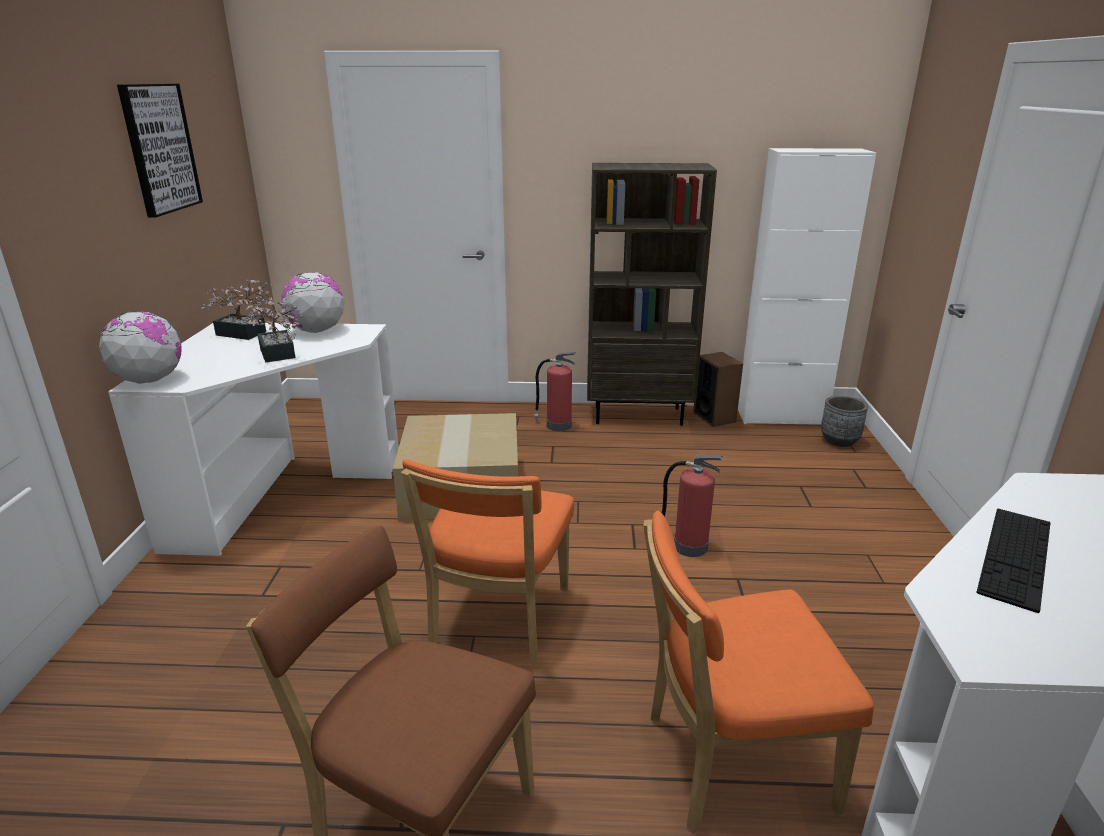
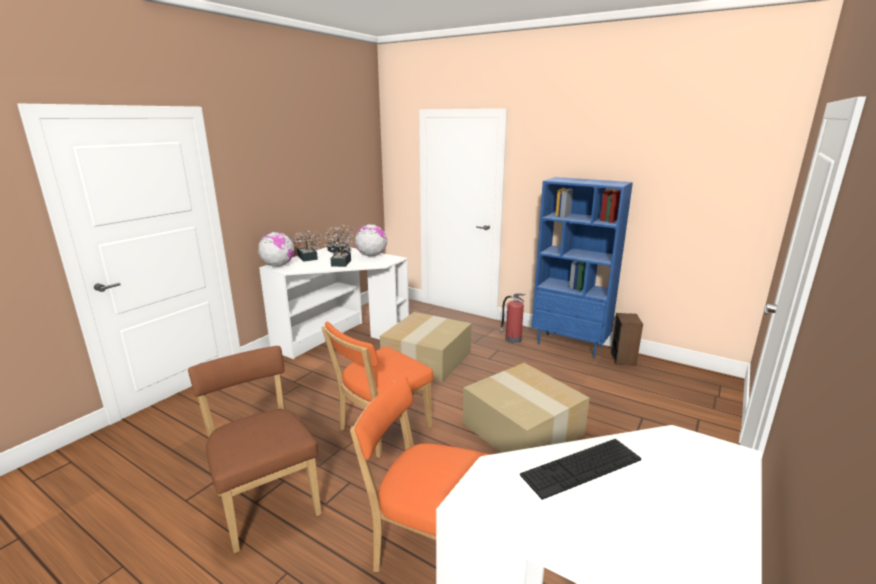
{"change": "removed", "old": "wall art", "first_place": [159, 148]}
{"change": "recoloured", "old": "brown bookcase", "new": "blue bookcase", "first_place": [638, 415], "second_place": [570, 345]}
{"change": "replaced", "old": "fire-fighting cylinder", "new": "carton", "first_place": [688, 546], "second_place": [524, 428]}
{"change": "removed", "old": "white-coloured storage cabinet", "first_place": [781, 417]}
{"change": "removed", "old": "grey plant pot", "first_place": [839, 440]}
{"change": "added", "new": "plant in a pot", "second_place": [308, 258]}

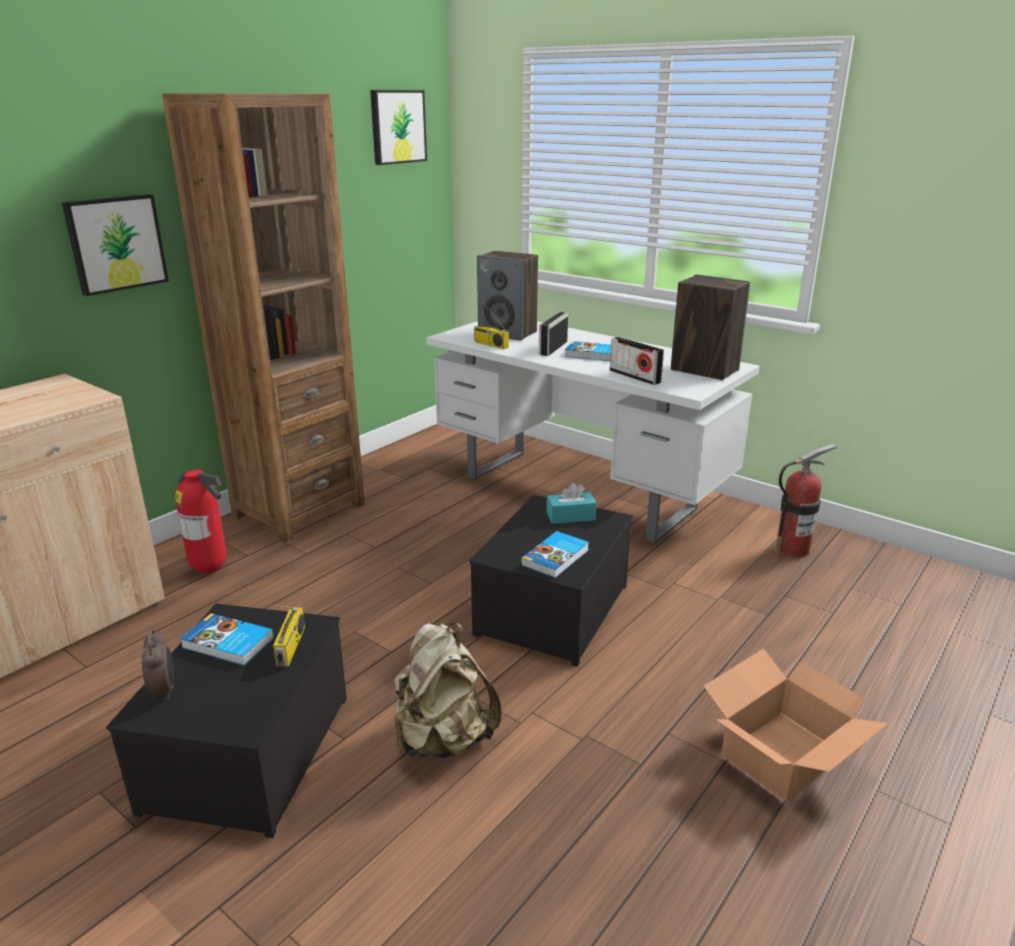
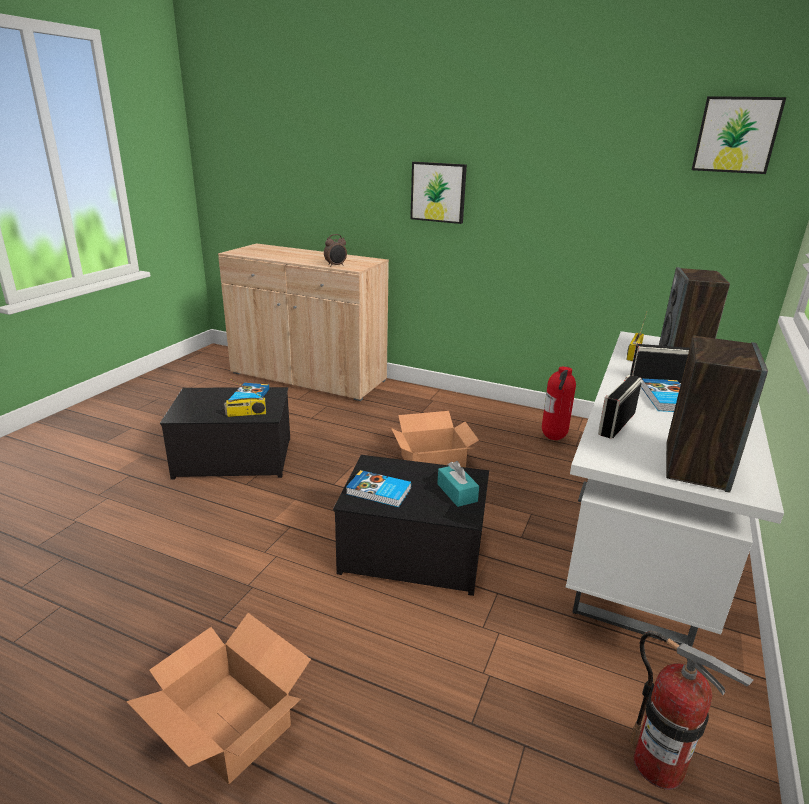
{"change": "moved", "old": "bedside clock", "first_place": [164, 690], "second_place": [336, 266]}
{"change": "removed", "old": "brown bookcase", "first_place": [299, 510]}
{"change": "moved", "old": "fire-fighting cylinder", "first_place": [211, 570], "second_place": [554, 438]}
{"change": "removed", "old": "beige knapsack", "first_place": [443, 739]}
{"change": "added", "new": "carton", "second_place": [431, 462]}

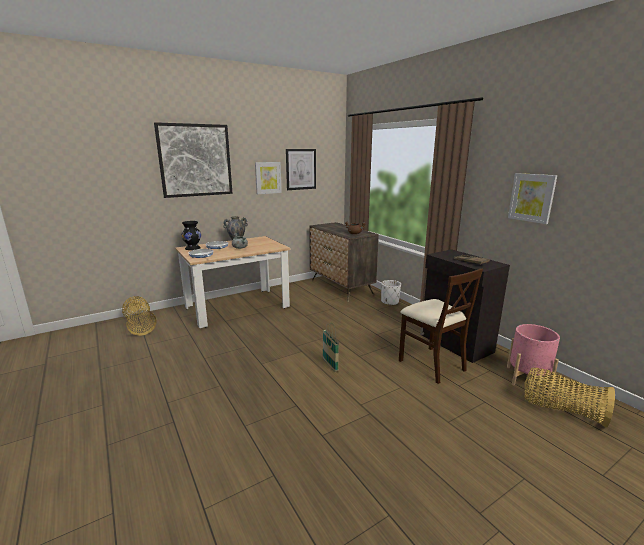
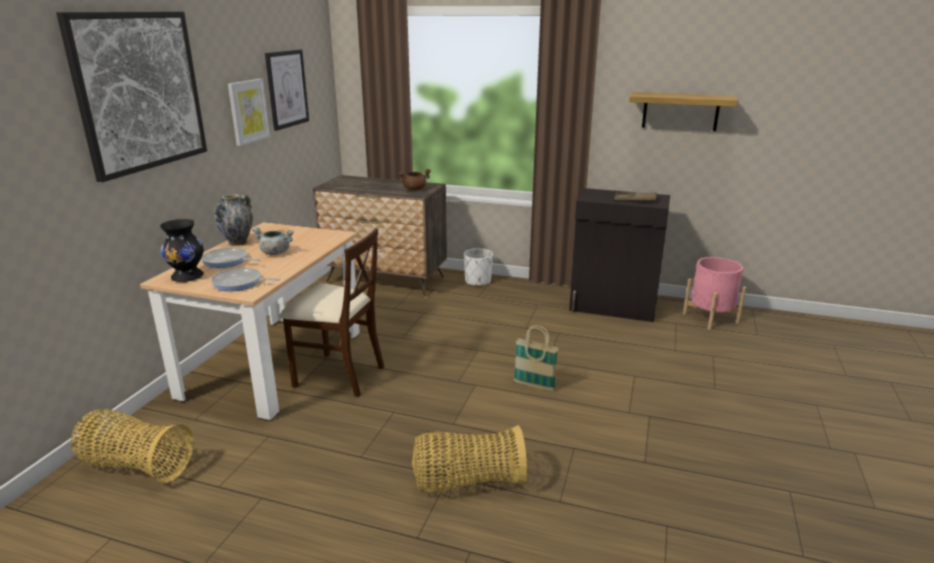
{"change": "moved", "old": "beige upright chair", "first_place": [431, 364], "second_place": [338, 375]}
{"change": "replaced", "old": "wall art", "new": "bracket shelf", "first_place": [532, 197], "second_place": [680, 111]}
{"change": "moved", "old": "basket", "first_place": [561, 410], "second_place": [467, 482]}

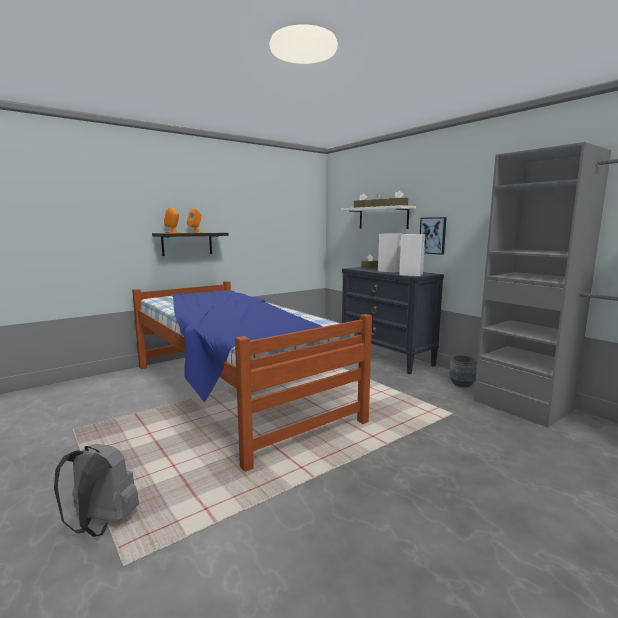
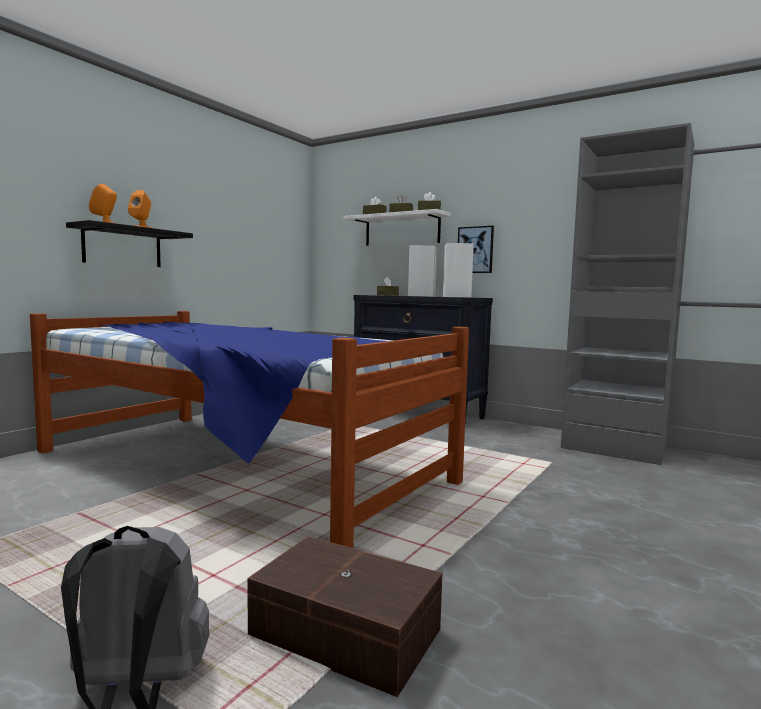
{"change": "removed", "old": "grey plant pot", "first_place": [462, 384]}
{"change": "added", "new": "brown storage box", "second_place": [345, 635]}

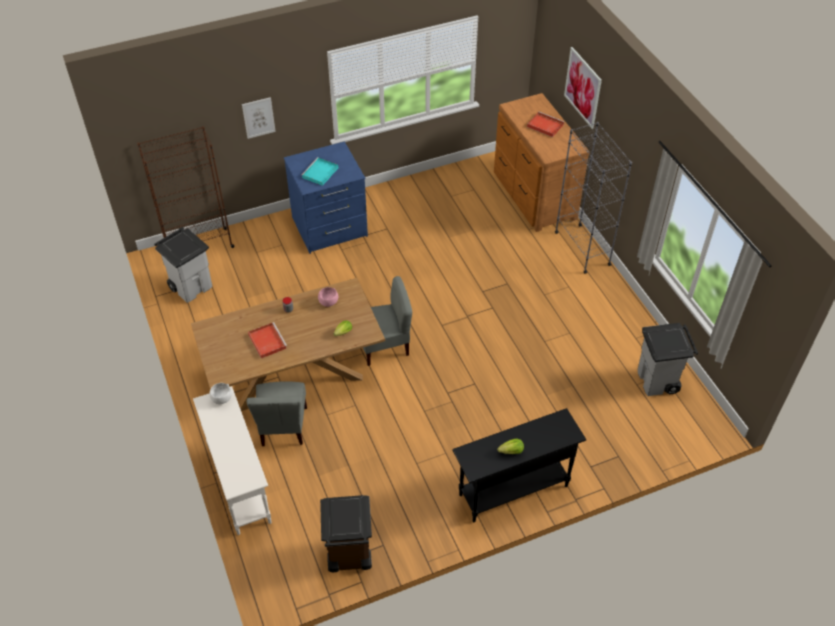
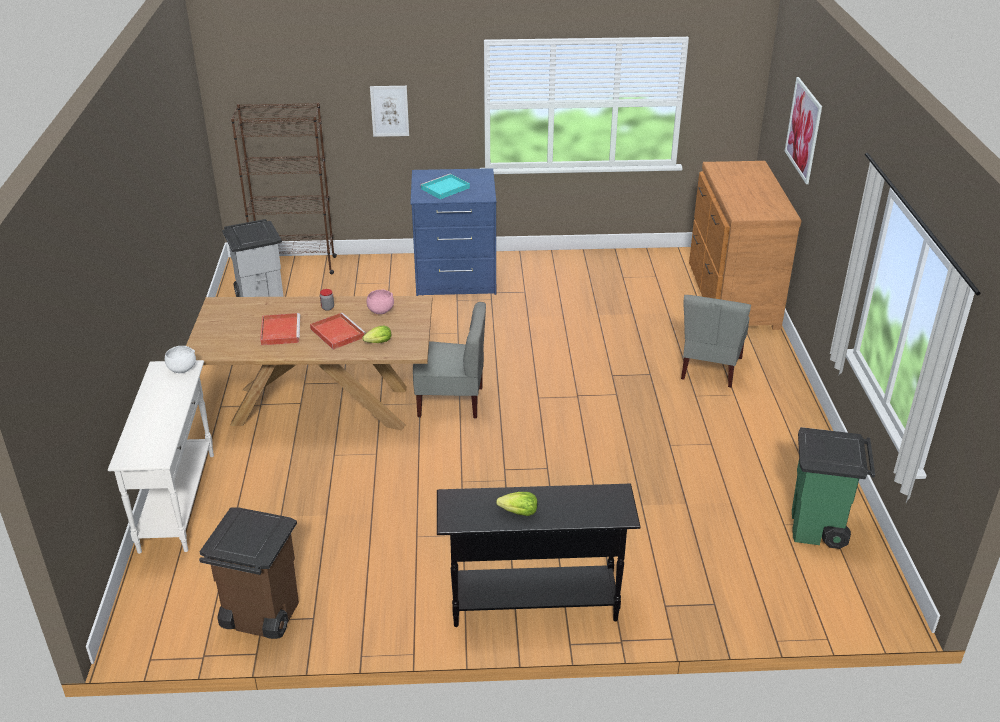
{"change": "moved", "old": "grey upright chair", "first_place": [283, 427], "second_place": [710, 368]}
{"change": "moved", "old": "red-coloured carrying tray", "first_place": [544, 125], "second_place": [336, 333]}
{"change": "removed", "old": "grey bookcase", "first_place": [582, 248]}
{"change": "recoloured", "old": "grey waste bin", "new": "green-coloured waste bin", "first_place": [657, 381], "second_place": [818, 528]}

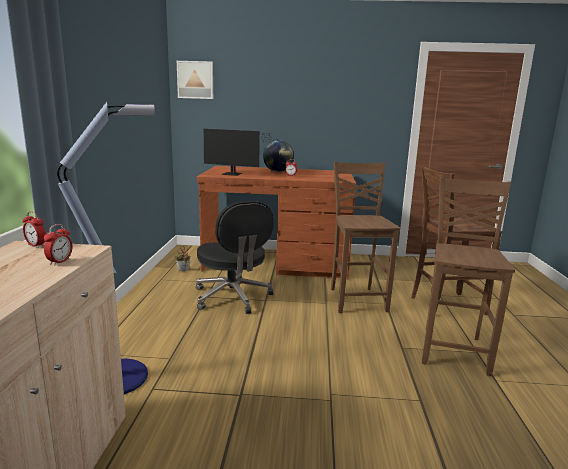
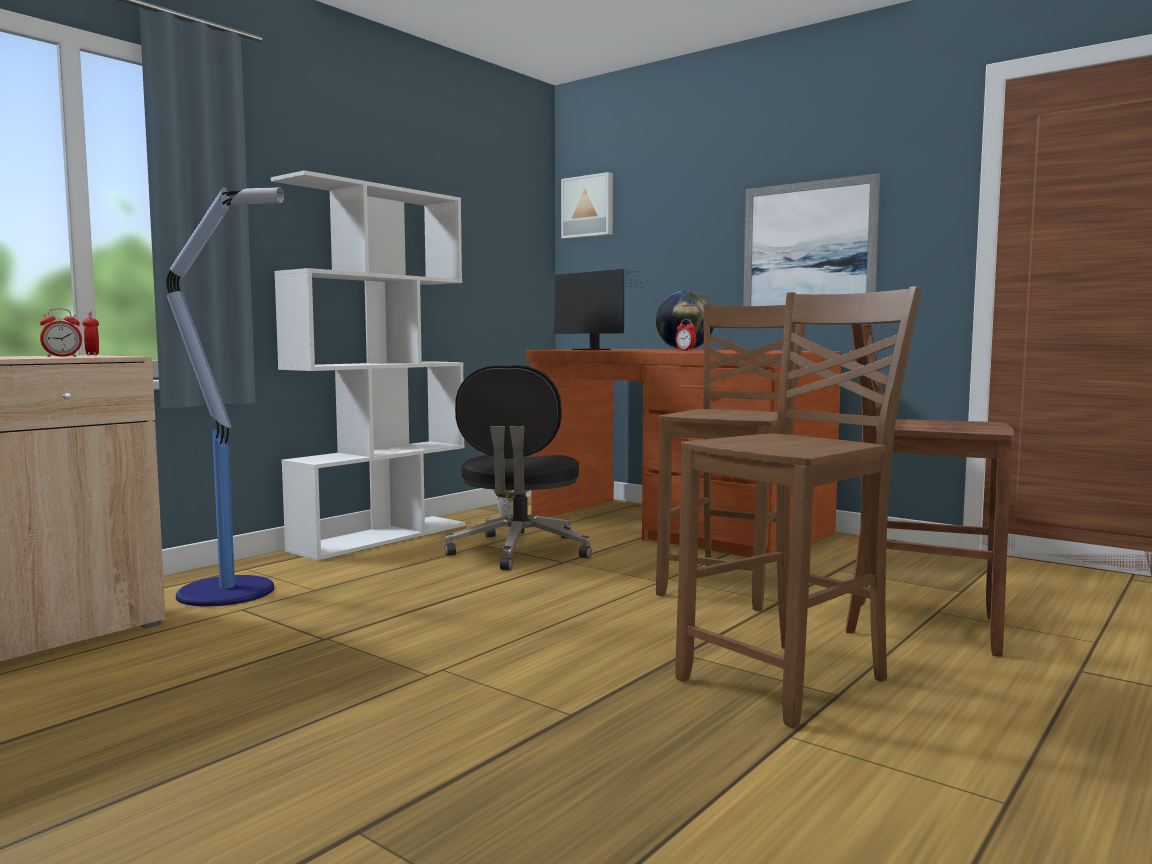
{"change": "added", "new": "white-coloured bookcase", "second_place": [381, 537]}
{"change": "added", "new": "wall art", "second_place": [808, 253]}

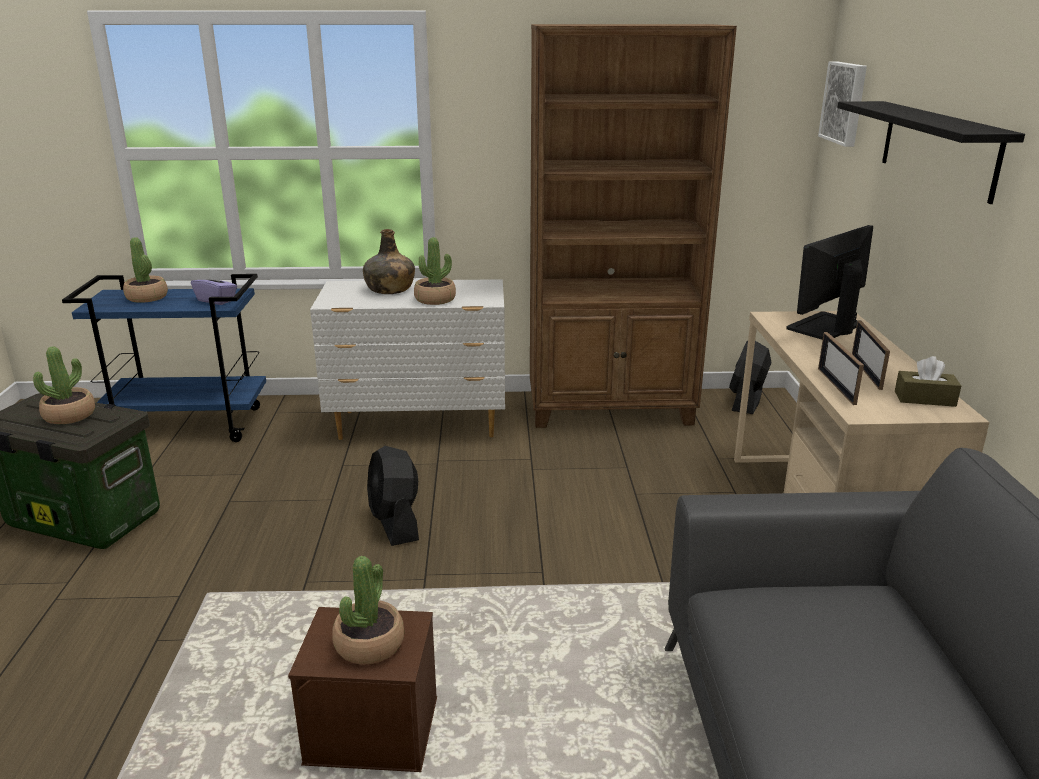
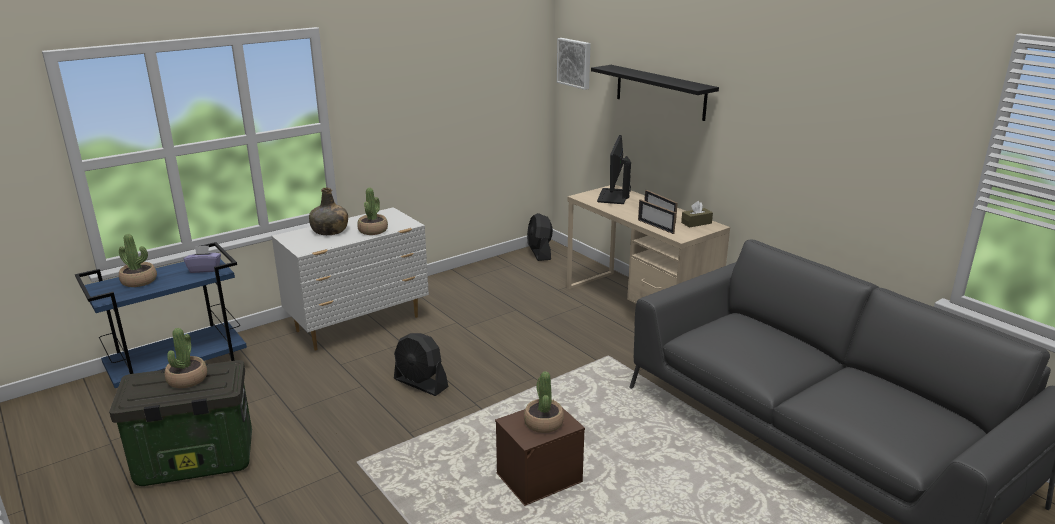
{"change": "removed", "old": "brown bookcase", "first_place": [611, 410]}

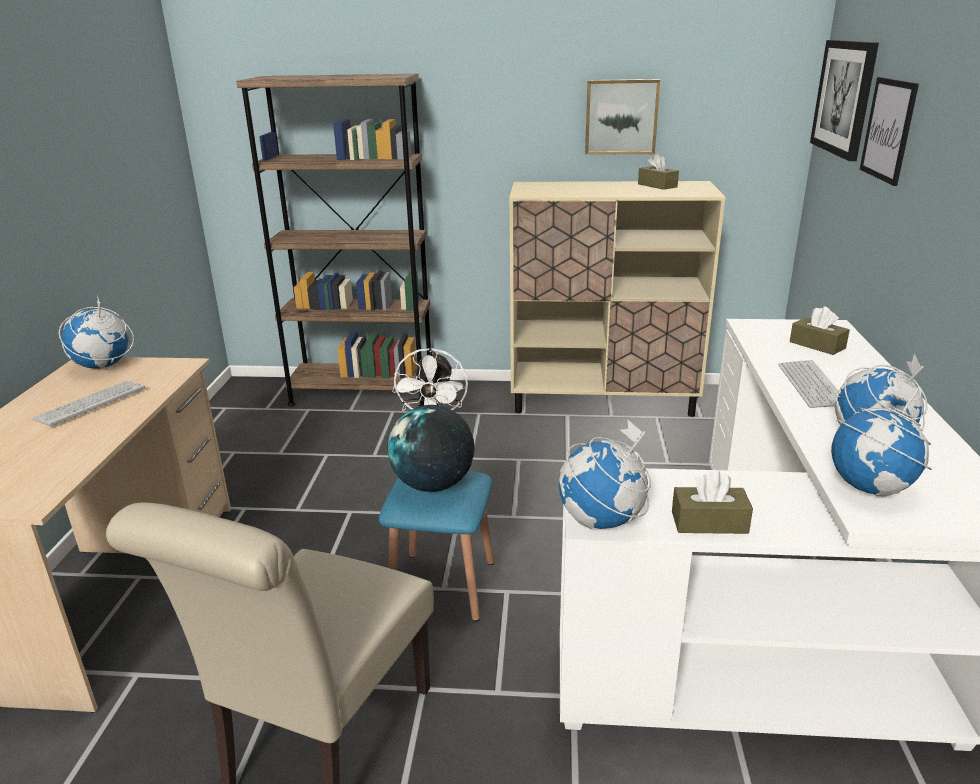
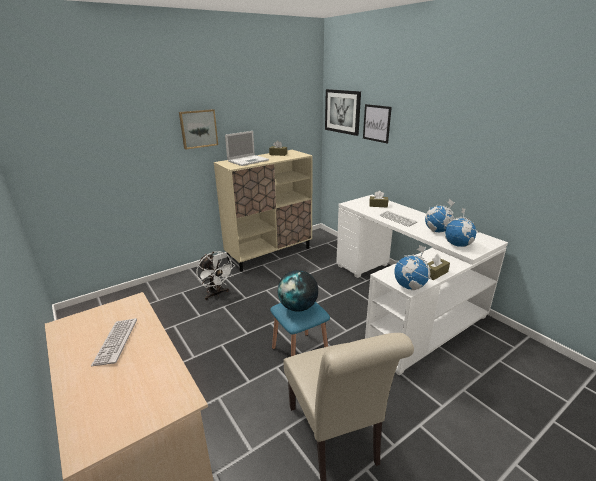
{"change": "removed", "old": "globe", "first_place": [103, 366]}
{"change": "removed", "old": "brown bookcase", "first_place": [362, 393]}
{"change": "moved", "old": "wall art", "first_place": [621, 117], "second_place": [198, 128]}
{"change": "added", "new": "laptop", "second_place": [248, 160]}

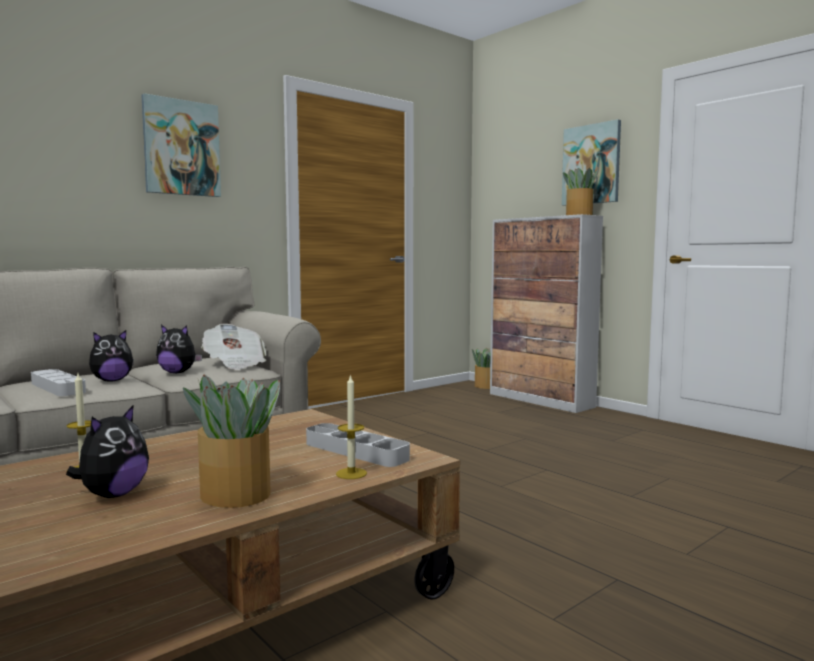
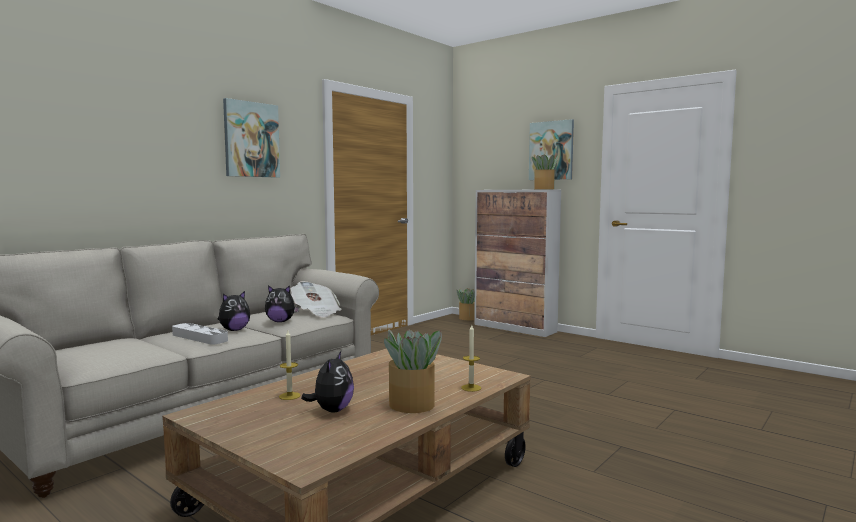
{"change": "removed", "old": "grey carrying tray", "first_place": [356, 451]}

